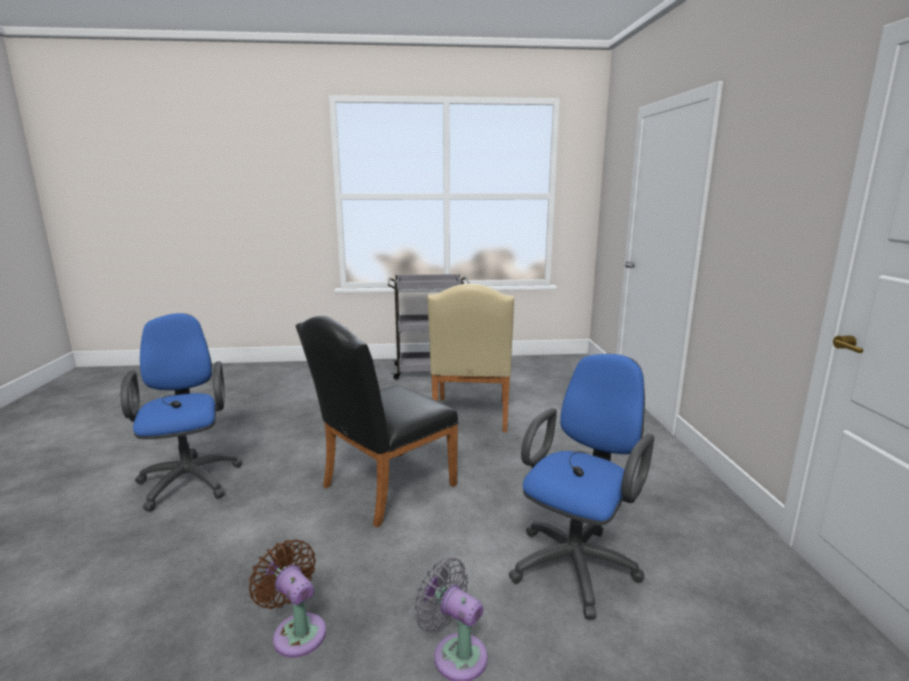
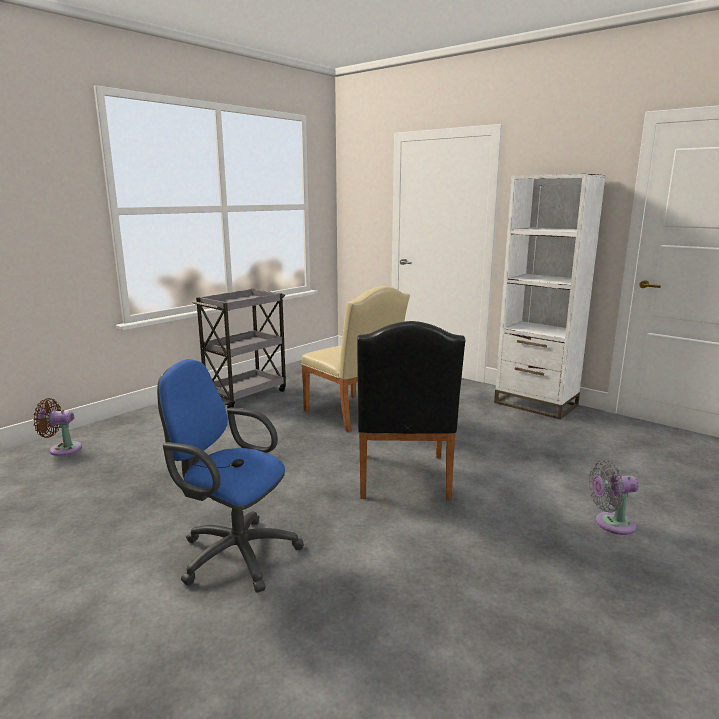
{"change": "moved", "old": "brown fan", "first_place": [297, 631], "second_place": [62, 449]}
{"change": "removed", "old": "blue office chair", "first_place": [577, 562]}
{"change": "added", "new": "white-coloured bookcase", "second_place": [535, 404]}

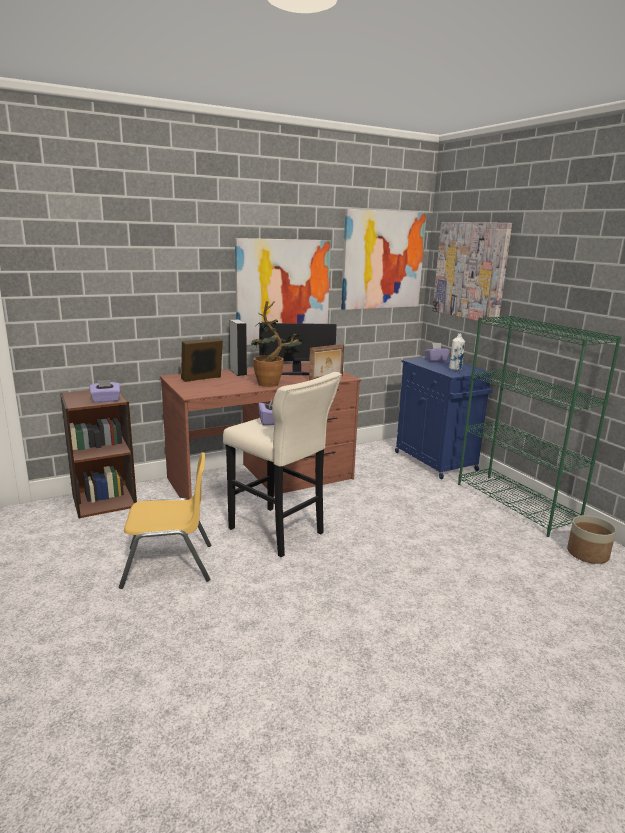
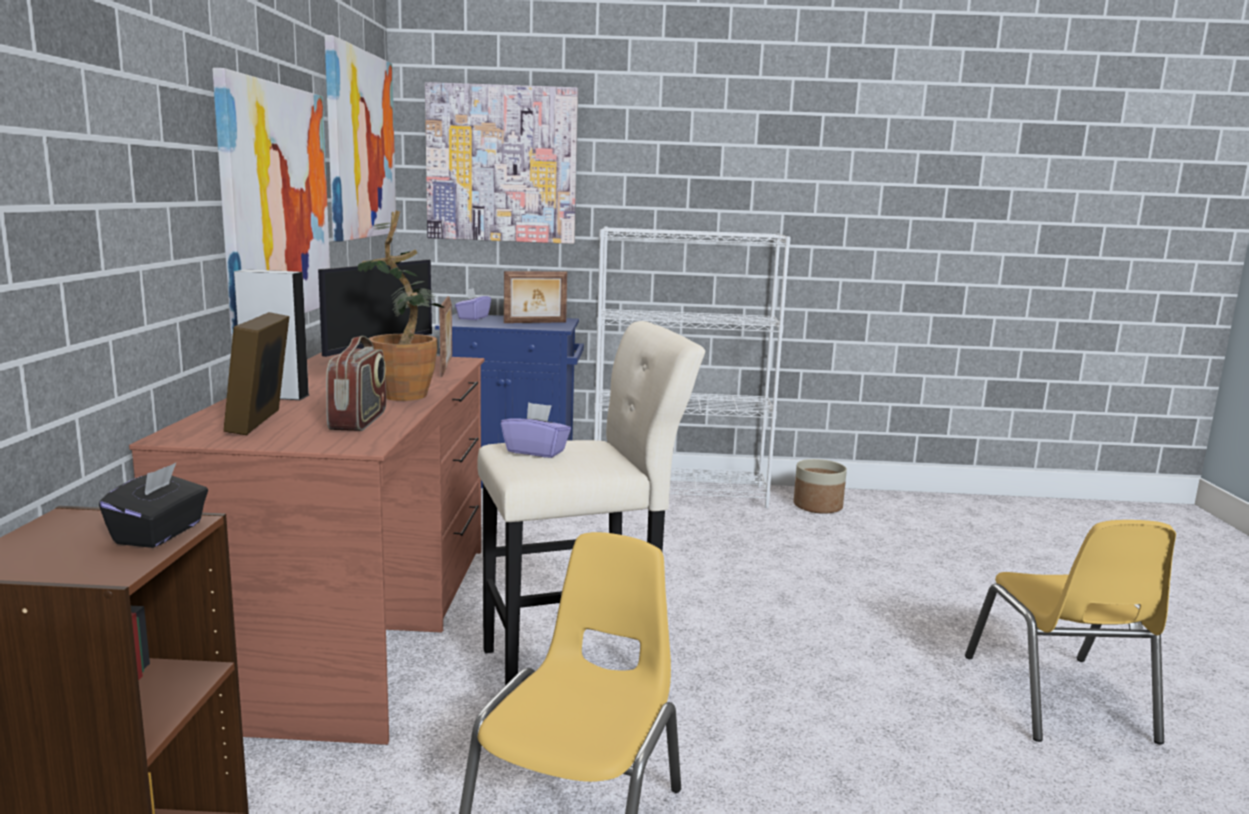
{"change": "recoloured", "old": "purple box of tissues", "new": "blackish box of tissues", "first_place": [106, 400], "second_place": [160, 533]}
{"change": "replaced", "old": "white-coloured bottle", "new": "picture frame", "first_place": [455, 369], "second_place": [535, 322]}
{"change": "recoloured", "old": "green-coloured bookcase", "new": "white-coloured bookcase", "first_place": [516, 504], "second_place": [680, 492]}
{"change": "added", "new": "radio set", "second_place": [359, 421]}
{"change": "added", "new": "yellow upright chair", "second_place": [1058, 698]}

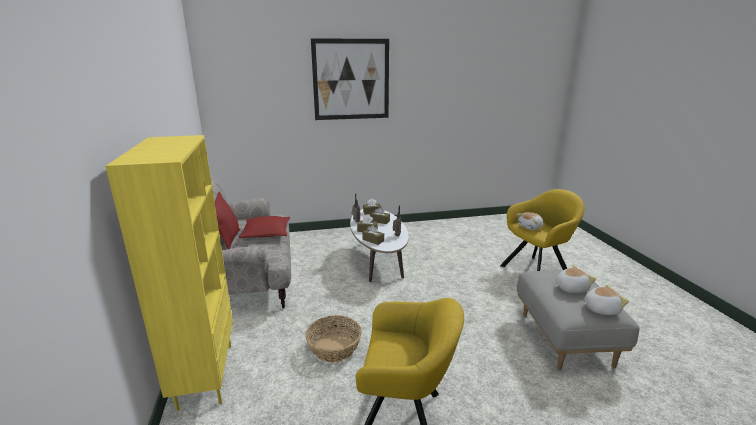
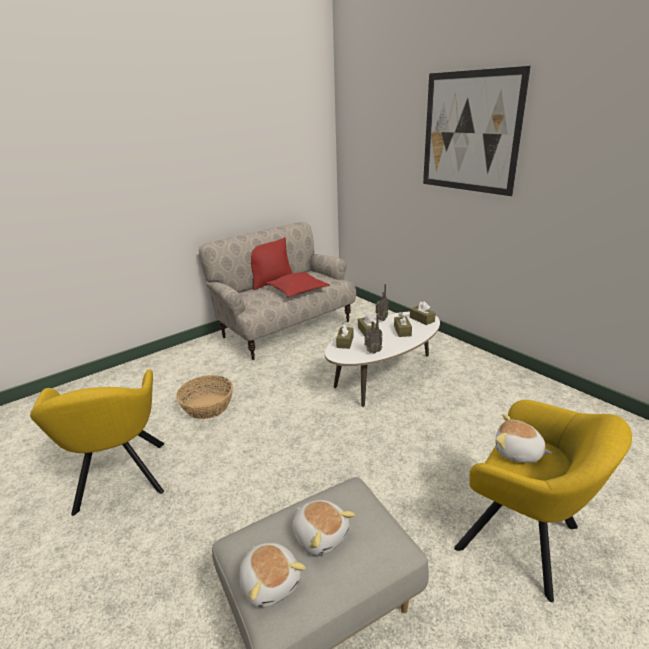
{"change": "removed", "old": "yellow bookcase", "first_place": [205, 374]}

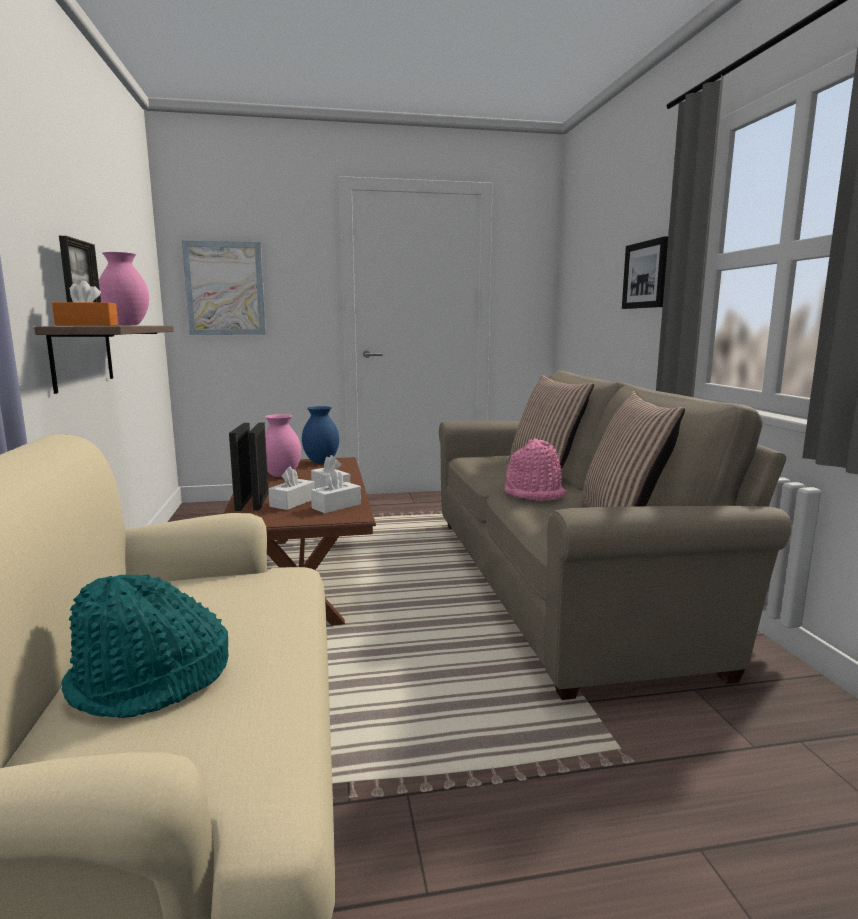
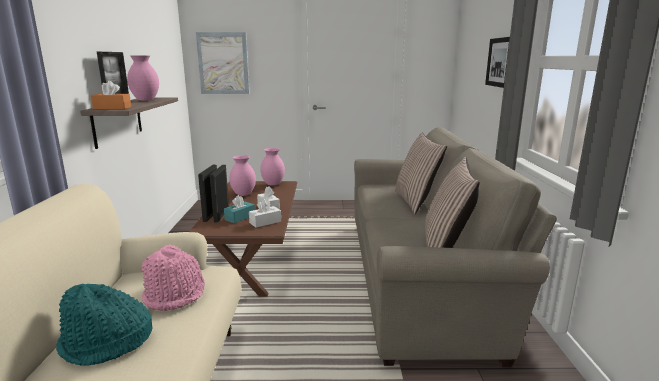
{"change": "recoloured", "old": "white-coloured box of tissues", "new": "turquoise box of tissues", "first_place": [292, 503], "second_place": [240, 217]}
{"change": "recoloured", "old": "blue vase", "new": "pinkish vase", "first_place": [322, 462], "second_place": [273, 184]}
{"change": "moved", "old": "pinkish wearable hat", "first_place": [534, 493], "second_place": [175, 294]}

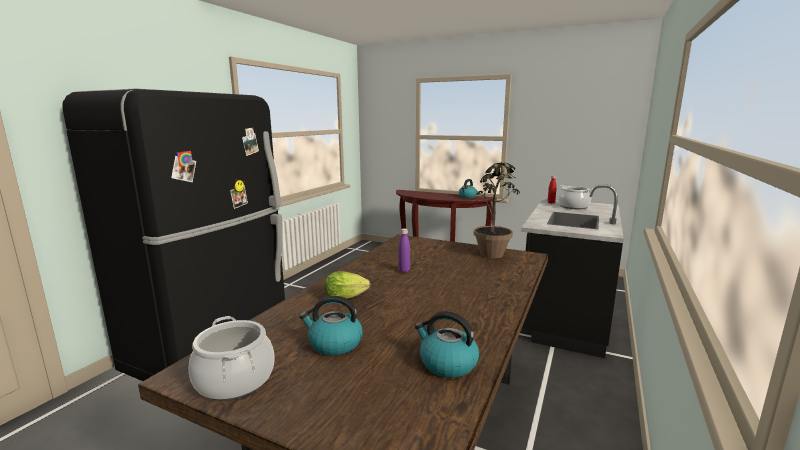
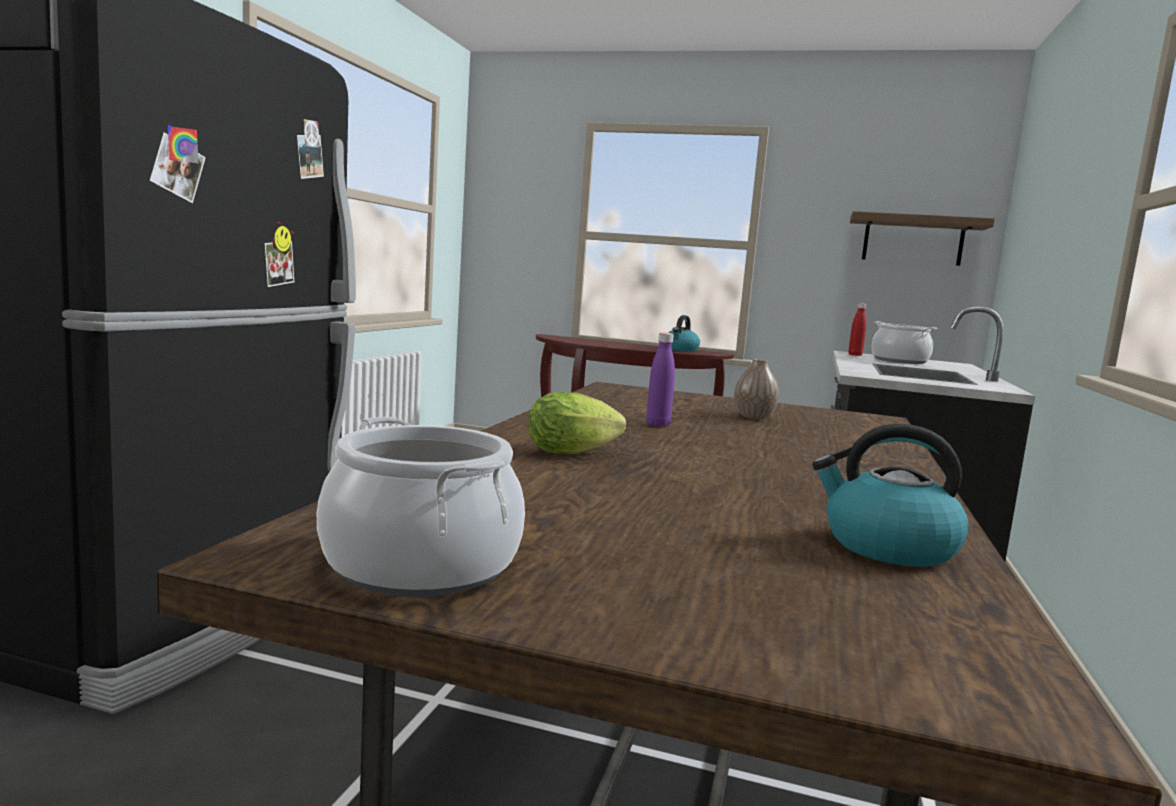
{"change": "removed", "old": "kettle", "first_place": [334, 344]}
{"change": "removed", "old": "plant in a pot", "first_place": [493, 257]}
{"change": "added", "new": "vase", "second_place": [753, 417]}
{"change": "added", "new": "bracket shelf", "second_place": [913, 240]}

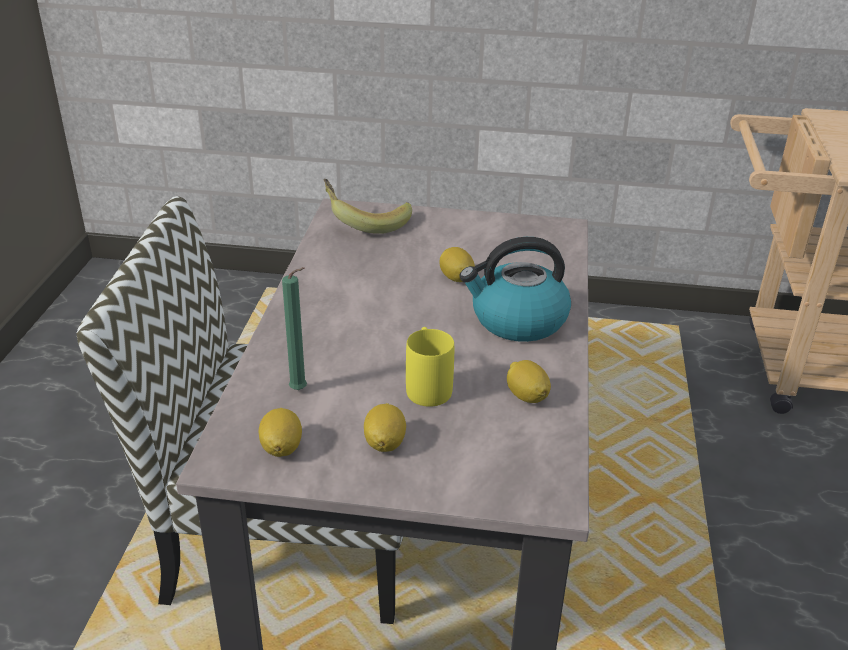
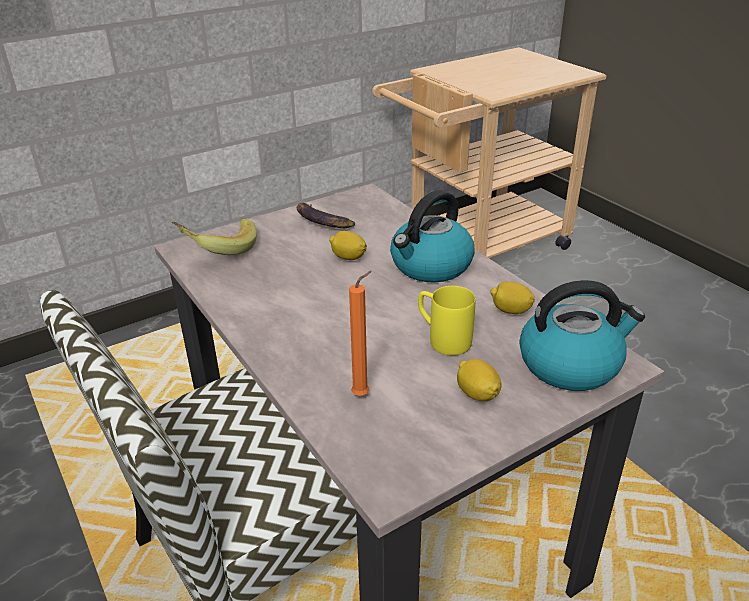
{"change": "removed", "old": "whole lemon", "first_place": [281, 448]}
{"change": "recoloured", "old": "green-coloured candle", "new": "orange-coloured candle", "first_place": [301, 390], "second_place": [363, 394]}
{"change": "added", "new": "banana fruit", "second_place": [322, 221]}
{"change": "added", "new": "kettle", "second_place": [571, 364]}

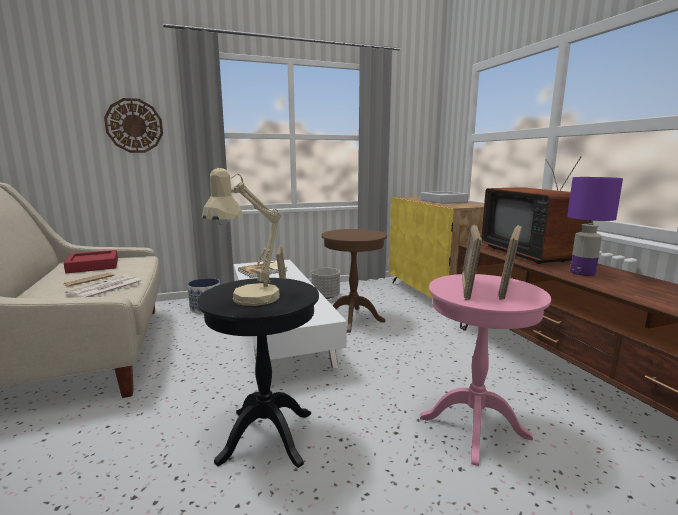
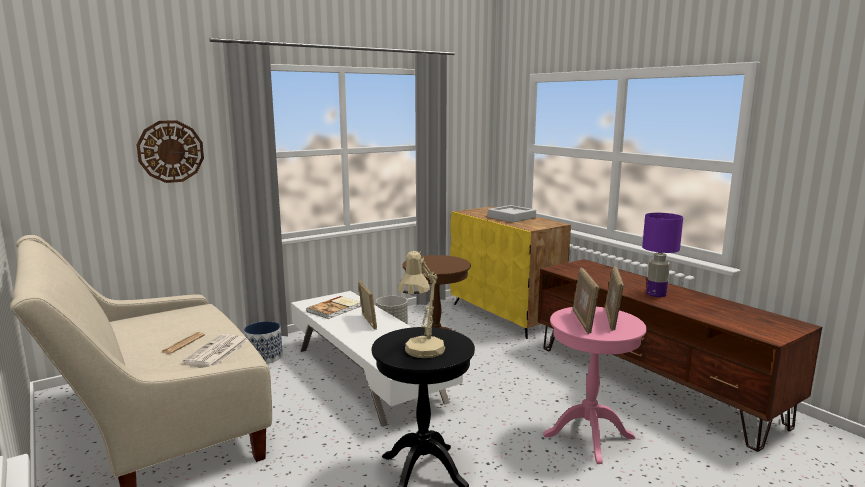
{"change": "removed", "old": "red-coloured carrying tray", "first_place": [93, 266]}
{"change": "removed", "old": "TV set", "first_place": [531, 254]}

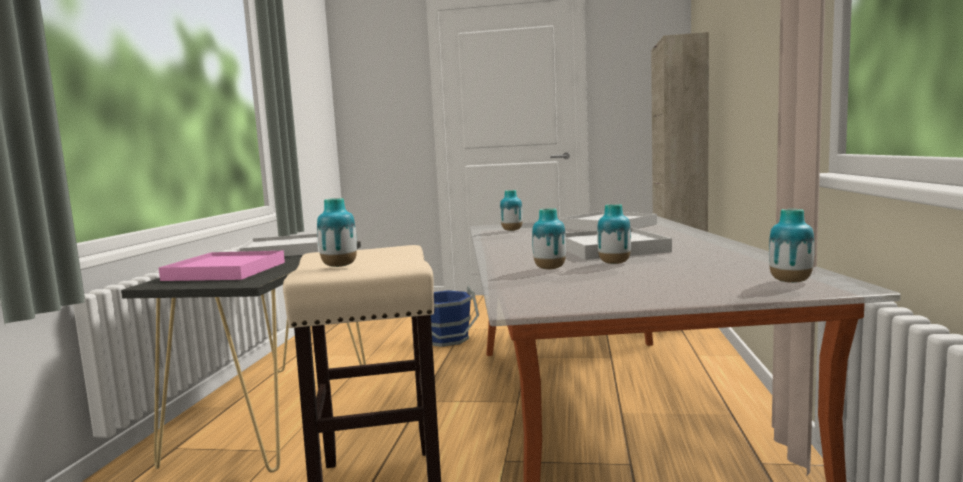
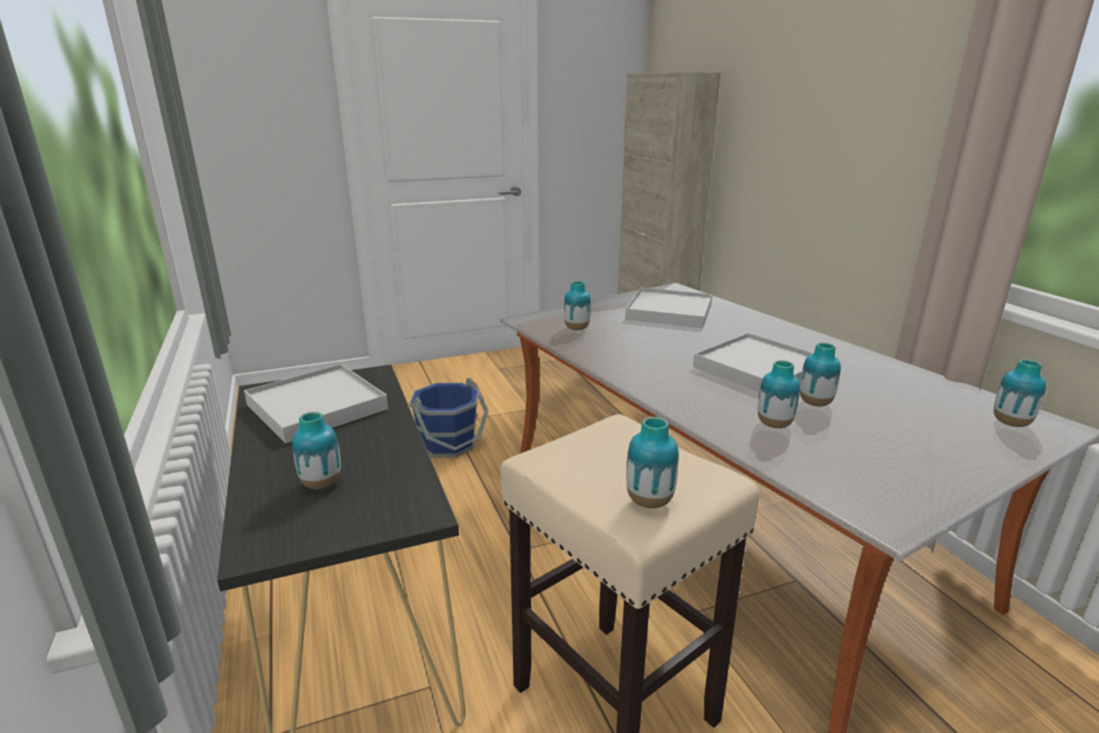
{"change": "replaced", "old": "pinkish carrying tray", "new": "vase", "first_place": [226, 271], "second_place": [321, 484]}

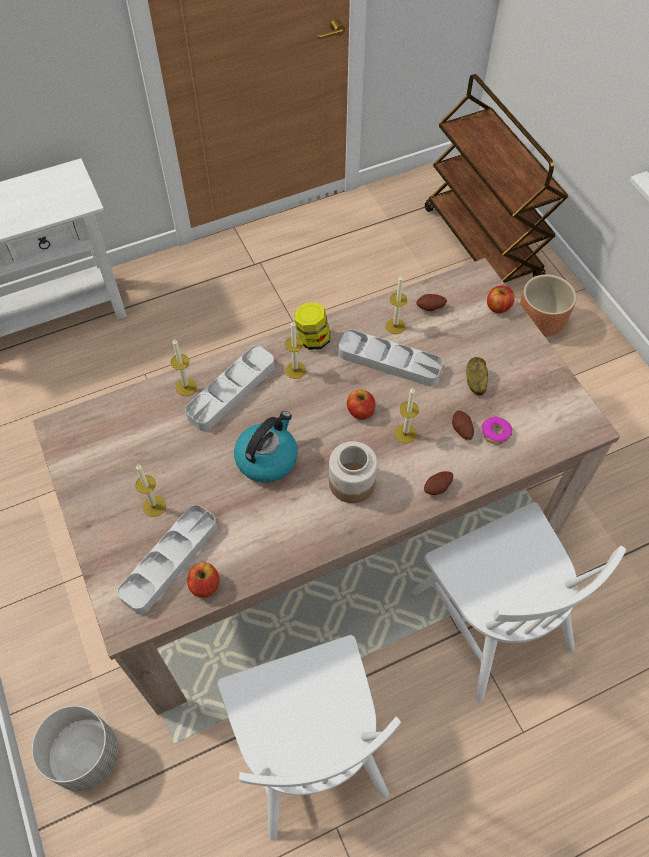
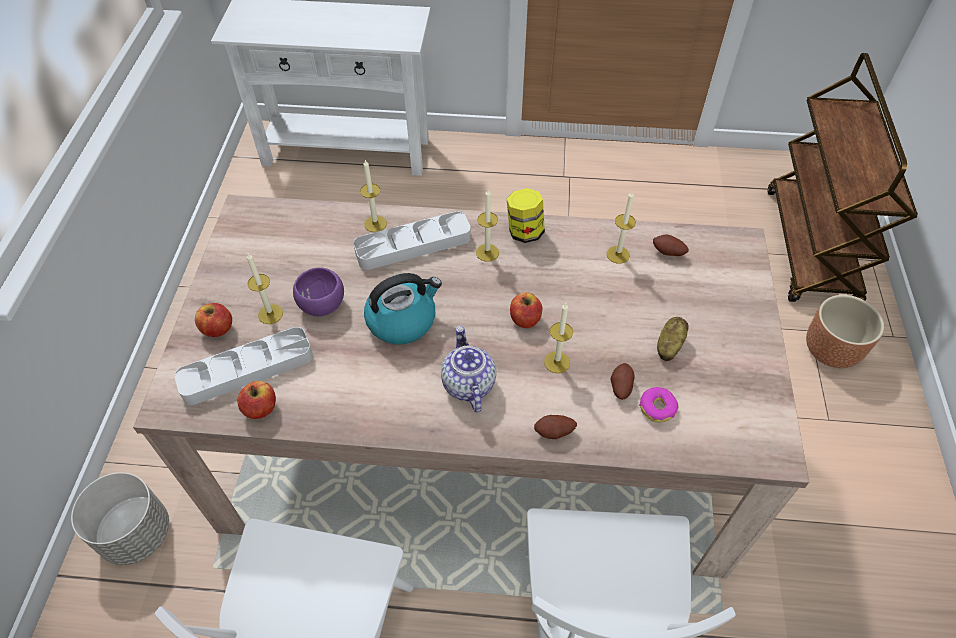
{"change": "replaced", "old": "jar", "new": "pot for tea", "first_place": [352, 483], "second_place": [467, 384]}
{"change": "removed", "old": "grey carrying tray", "first_place": [389, 361]}
{"change": "moved", "old": "whole apple", "first_place": [498, 307], "second_place": [218, 328]}
{"change": "added", "new": "purple deep dish", "second_place": [322, 303]}

